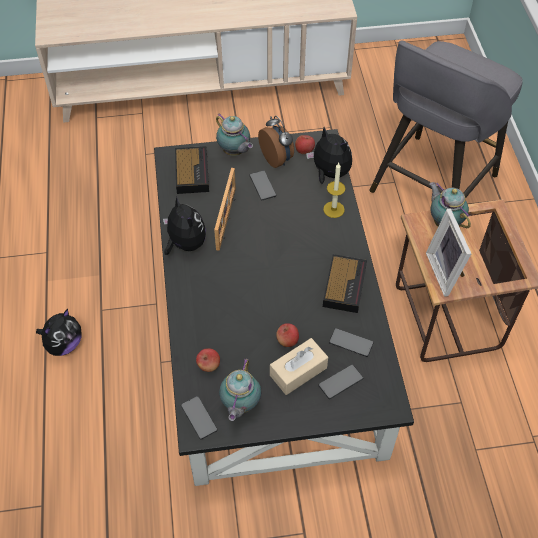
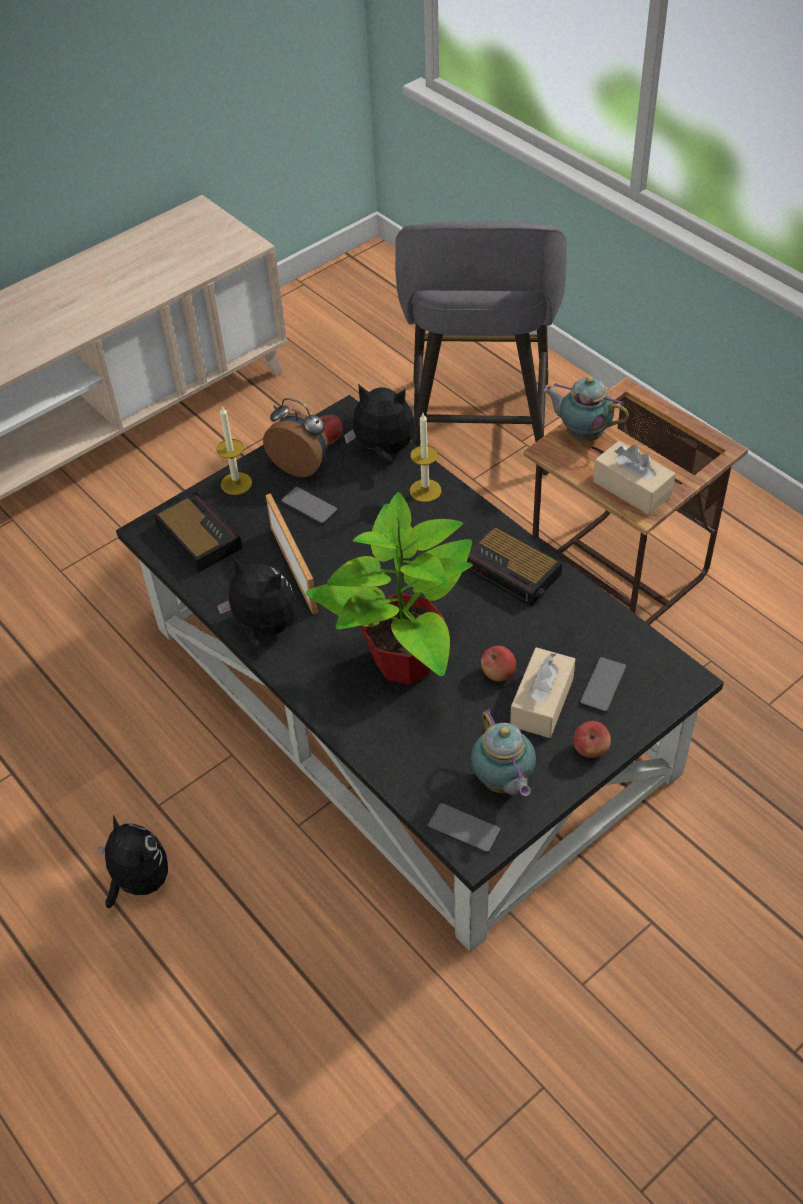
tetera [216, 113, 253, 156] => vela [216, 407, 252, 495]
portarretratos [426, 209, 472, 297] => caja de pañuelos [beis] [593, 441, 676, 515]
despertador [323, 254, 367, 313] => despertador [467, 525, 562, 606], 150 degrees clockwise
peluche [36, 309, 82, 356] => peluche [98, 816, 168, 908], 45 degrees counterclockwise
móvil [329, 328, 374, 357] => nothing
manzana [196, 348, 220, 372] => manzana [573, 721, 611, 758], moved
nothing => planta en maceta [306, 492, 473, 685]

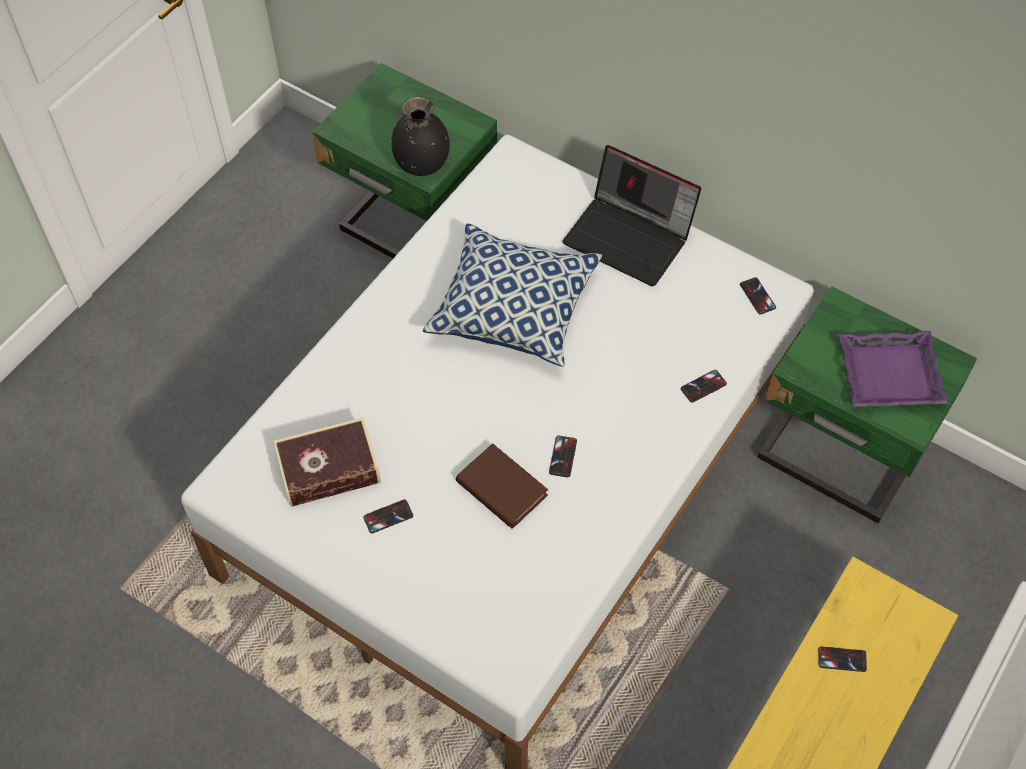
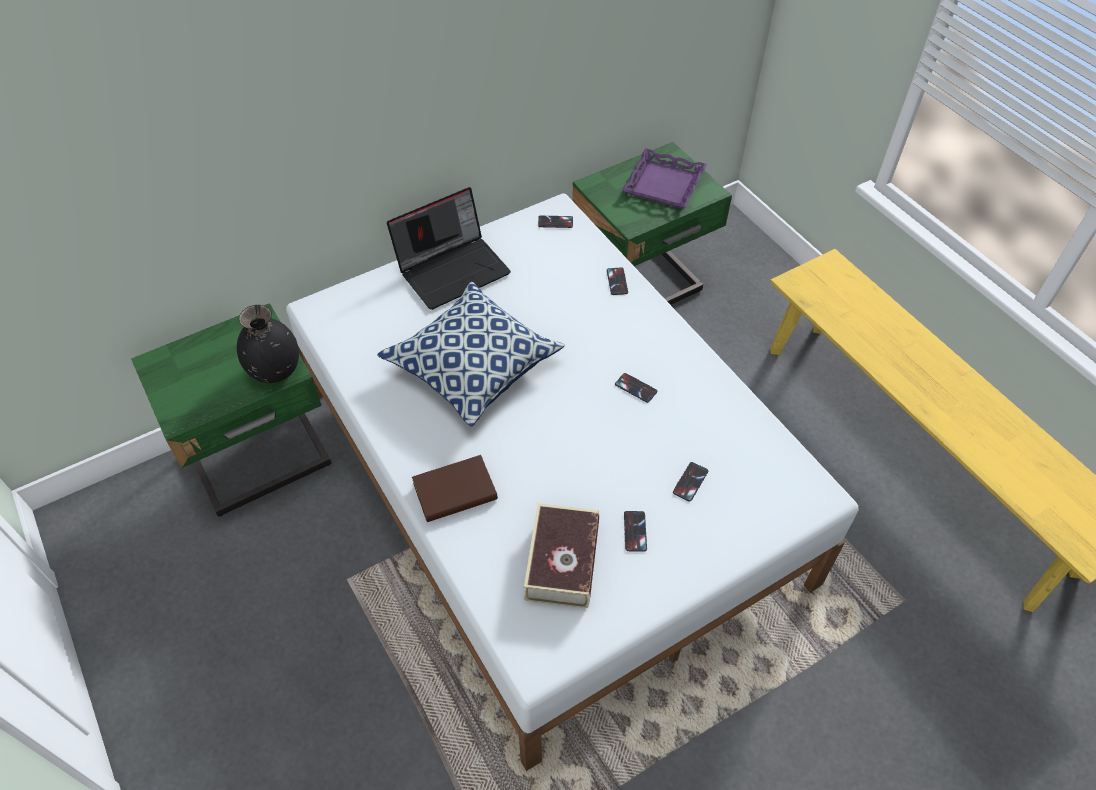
libro [marrón] [456, 443, 548, 529] => libro [marrón] [412, 455, 498, 522], moved
móvil [818, 646, 867, 672] => móvil [673, 462, 708, 502], moved

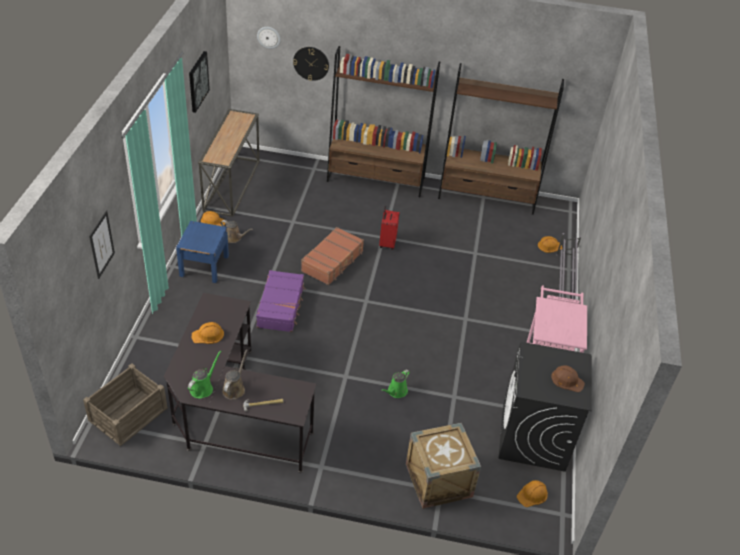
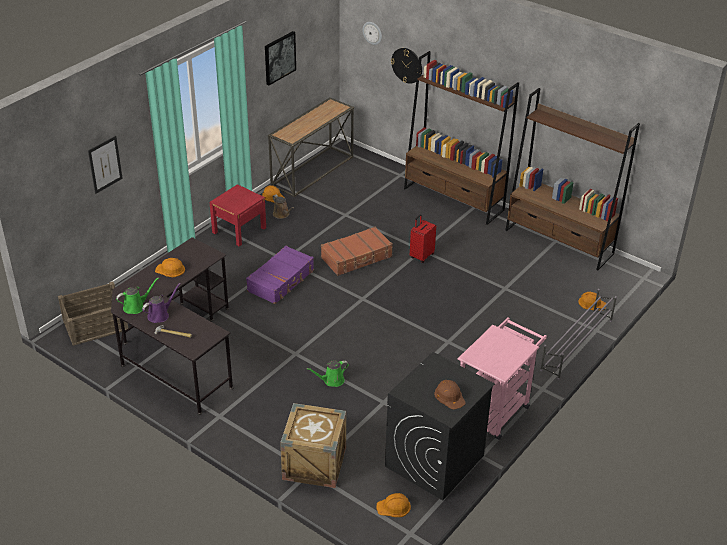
mesita de noche [azul] [176, 221, 229, 283] => mesita de noche [rojo] [210, 184, 266, 247]
regadera [marrón] [222, 349, 247, 400] => regadera [morado] [142, 283, 181, 323]

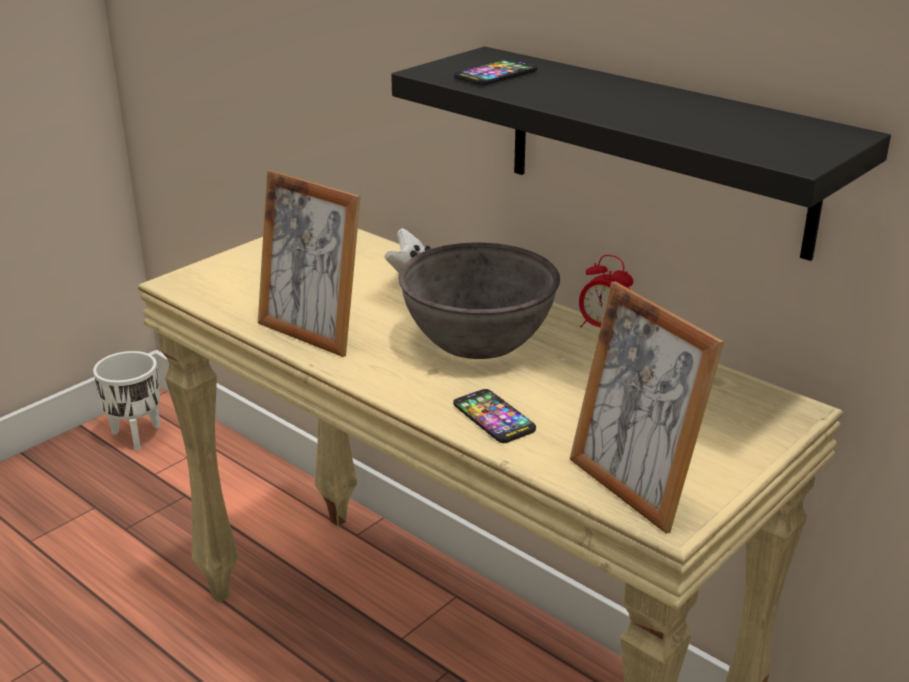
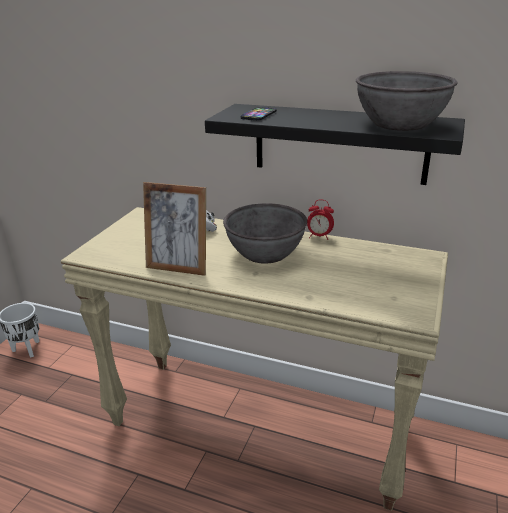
portarretratos [570, 282, 724, 534] => nothing
móvil [453, 389, 536, 443] => nothing
nothing => cuenco [gris] [356, 71, 458, 131]

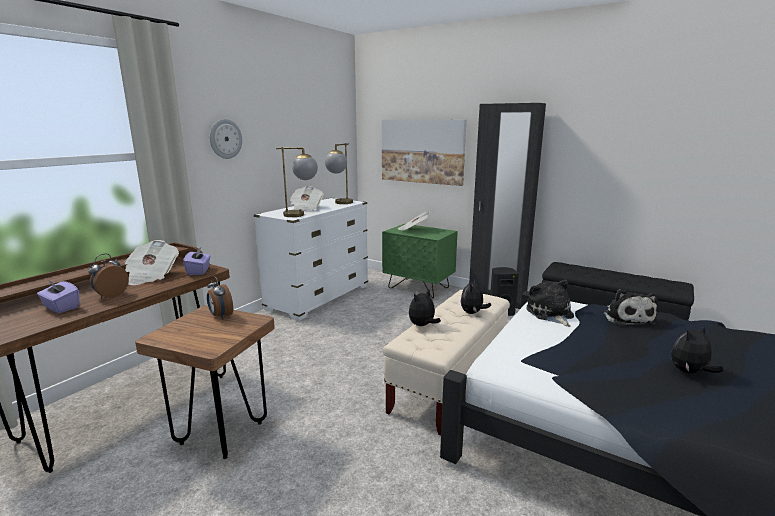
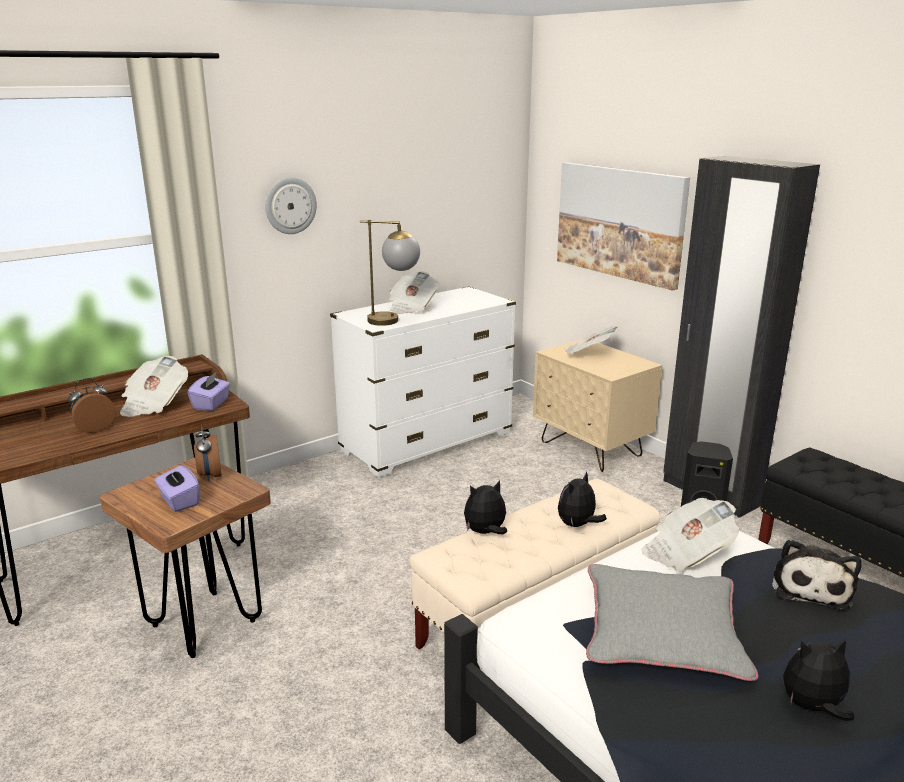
lámpara de mesa [325, 143, 353, 204] => nothing
mesita de noche [verde] [382, 224, 458, 298] => mesita de noche [beis] [533, 339, 662, 472]
caja de pañuelos [morado] [37, 280, 79, 313] => caja de pañuelos [morado] [154, 465, 200, 512], moved
peluche [527, 280, 574, 327] => periódico [642, 498, 739, 572]
nothing => cojín [gris] [586, 564, 758, 681]

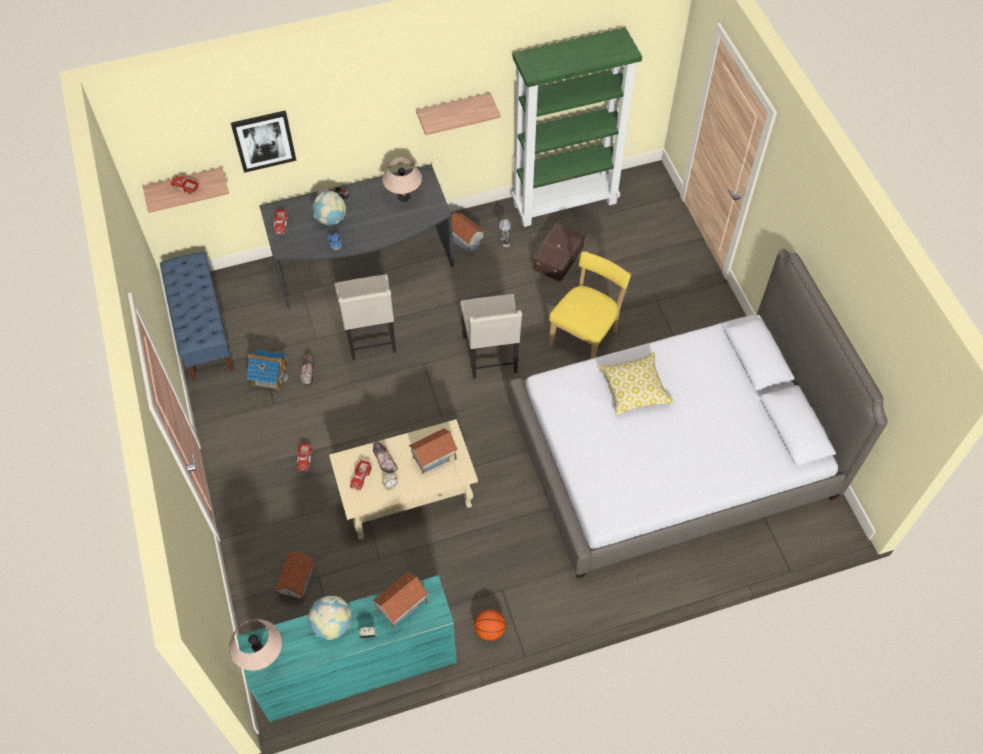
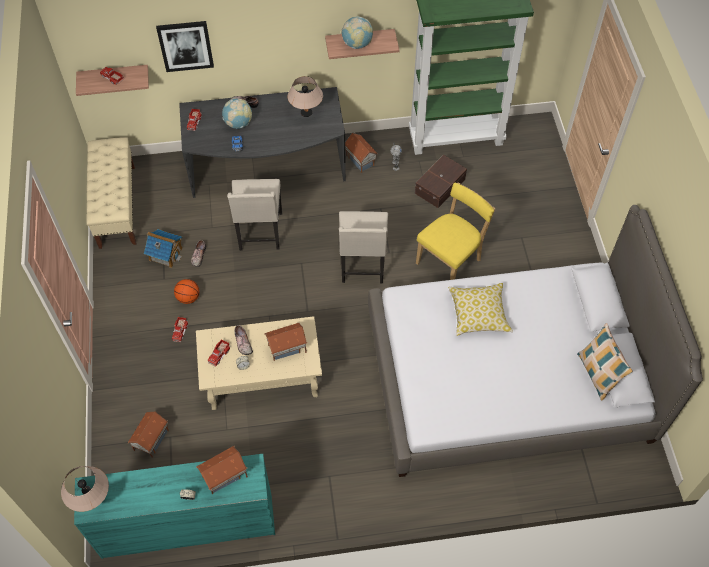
banco [azul] [160, 252, 234, 381] => banco [beis] [86, 137, 136, 249]
globo terráqueo [308, 596, 352, 640] => globo terráqueo [341, 16, 373, 49], moved
balón de baloncesto [474, 609, 506, 641] => balón de baloncesto [174, 279, 200, 304], moved
nothing => cojín [577, 323, 633, 401]

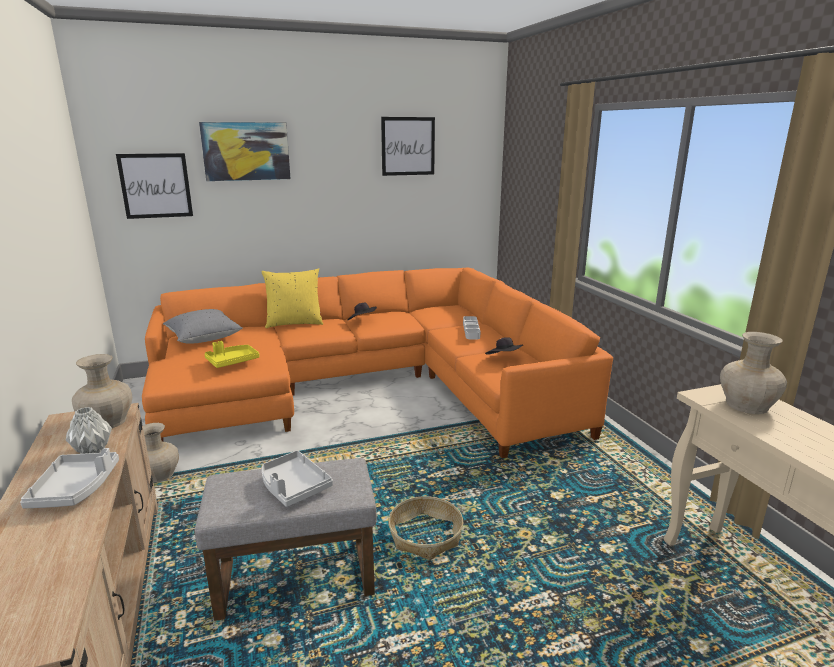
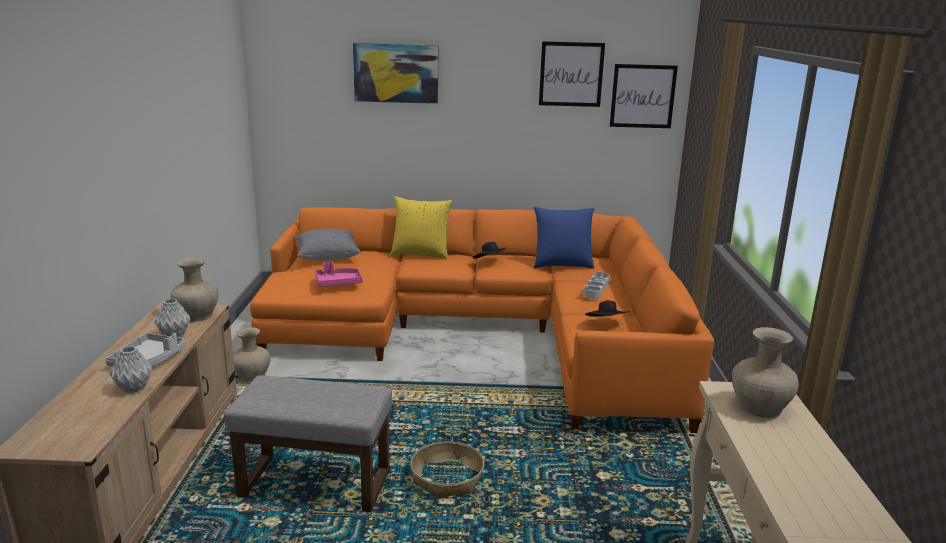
cuadro [116, 153, 193, 219] => cuadro [610, 64, 678, 128], moved
bandeja [amarillo] [204, 341, 260, 368] => bandeja [rosa] [315, 261, 363, 287]
bandeja [gris] [262, 450, 333, 507] => nothing
nothing => cojín [azul] [533, 207, 594, 269]
nothing => florero [gris] [110, 346, 152, 393]

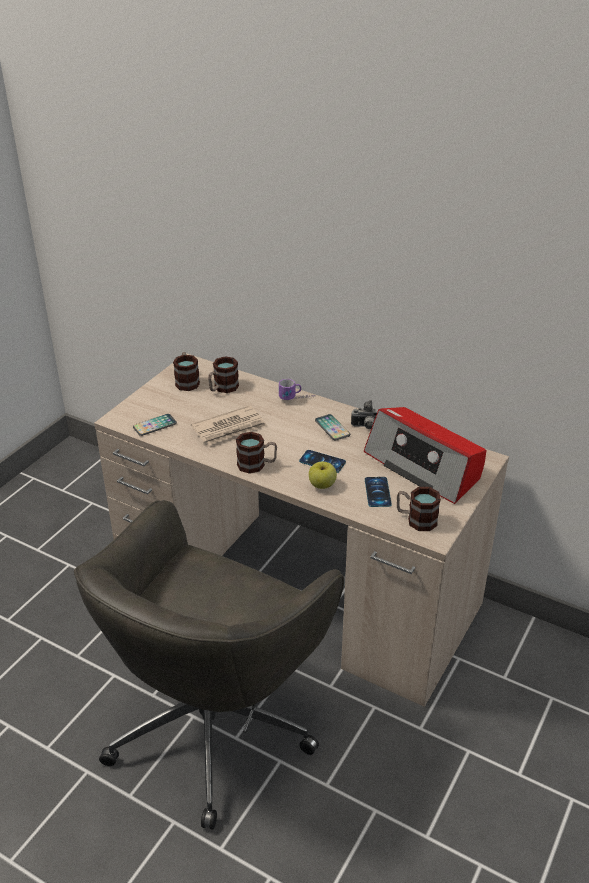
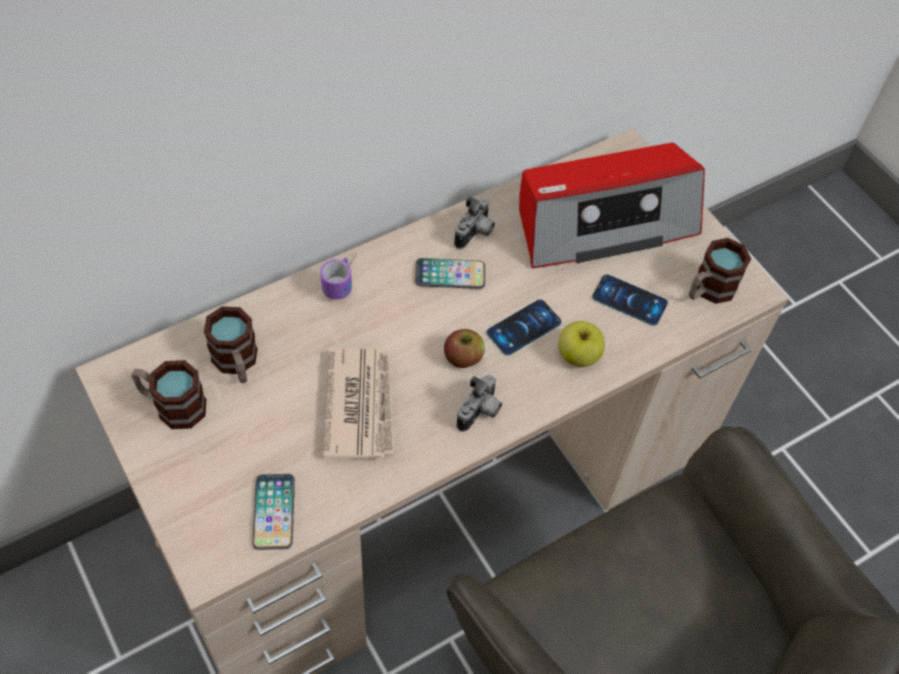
taza grande [236, 432, 277, 474] => cámara [456, 375, 502, 431]
nothing => manzana [444, 329, 485, 368]

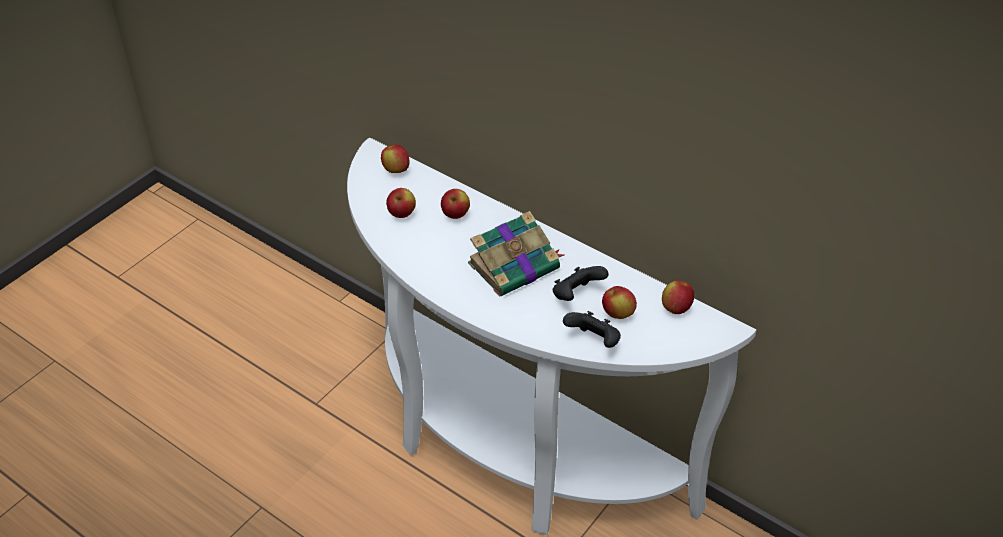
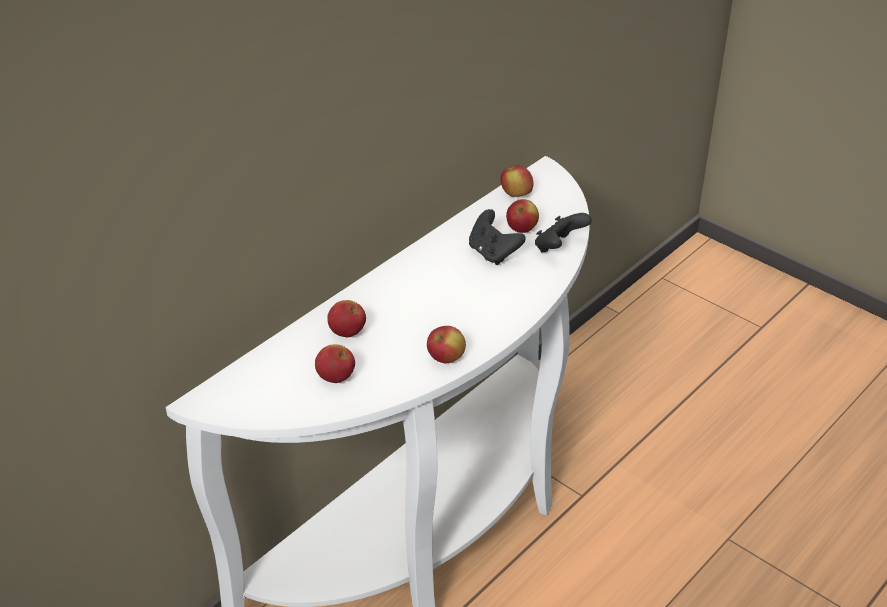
manzana [381, 144, 409, 173] => manzana [427, 326, 466, 363], moved
libro [468, 211, 564, 297] => nothing

